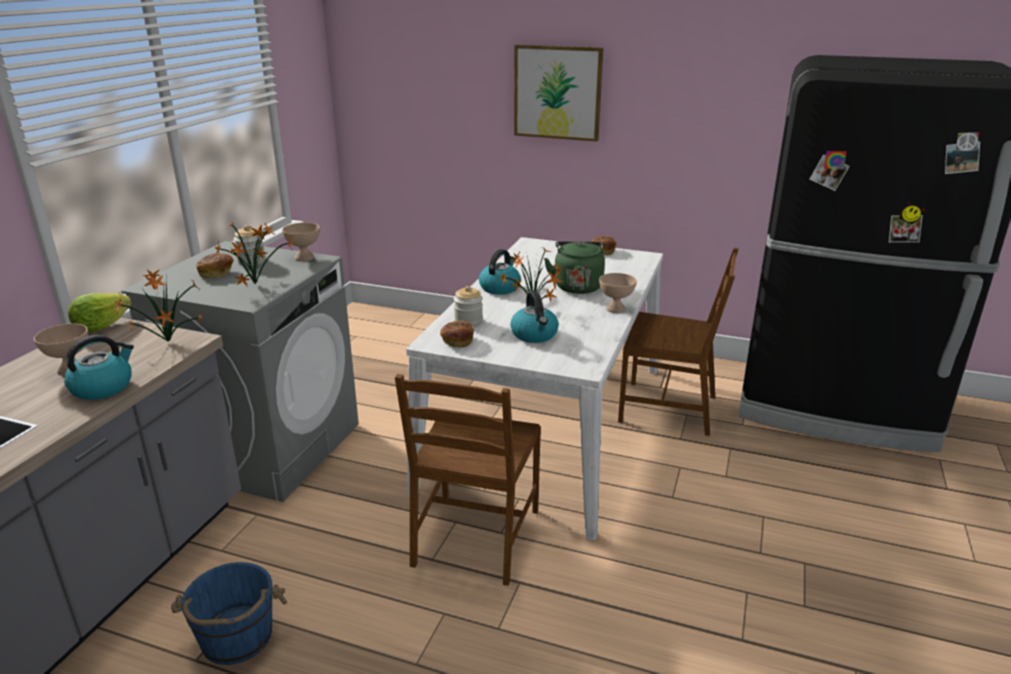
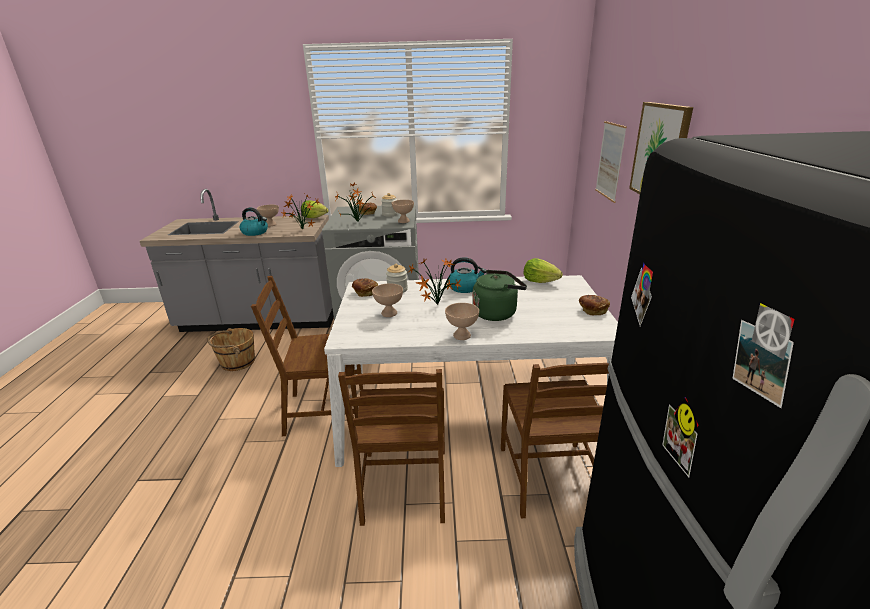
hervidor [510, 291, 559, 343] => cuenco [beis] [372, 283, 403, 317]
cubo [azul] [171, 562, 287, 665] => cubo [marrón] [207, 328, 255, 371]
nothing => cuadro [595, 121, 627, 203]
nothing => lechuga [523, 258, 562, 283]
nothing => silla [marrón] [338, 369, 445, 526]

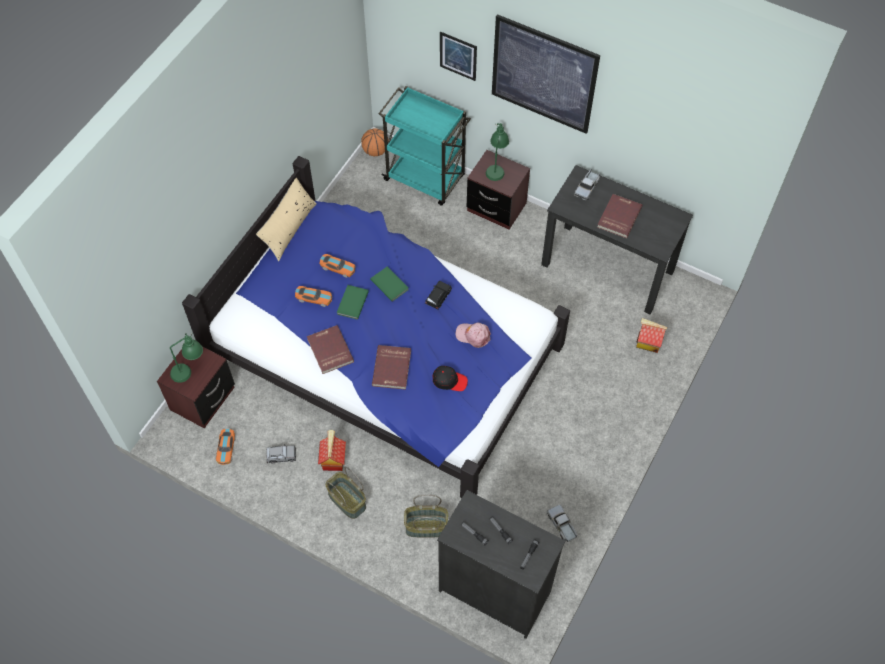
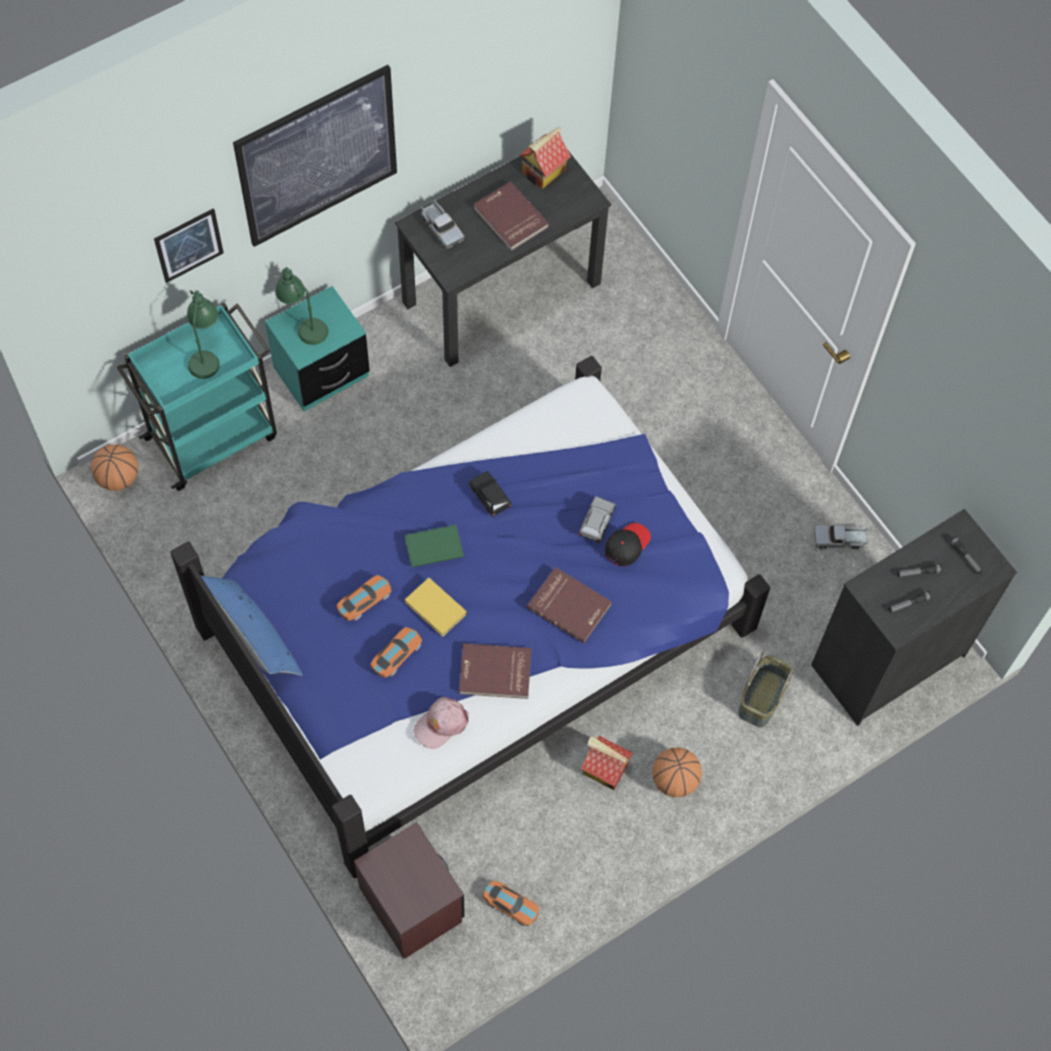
mesita de noche [marrón] [467, 150, 530, 230] => mesita de noche [turquesa] [265, 286, 370, 411]
cojín [beis] [256, 178, 317, 261] => cojín [azul] [201, 575, 303, 676]
libro [verde] [337, 285, 369, 320] => libro [amarillo] [405, 578, 467, 637]
casita [636, 318, 668, 353] => casita [520, 127, 571, 189], moved
gorra [rosa] [456, 323, 491, 348] => gorra [rosa] [414, 697, 469, 749], moved
lámpara de mesa [verde] [170, 333, 203, 383] => lámpara de mesa [verde] [187, 290, 220, 379], moved
coche de juguete [gris] [266, 444, 296, 463] => coche de juguete [gris] [578, 496, 616, 543], moved
cesta [325, 467, 366, 519] => balón de baloncesto [652, 747, 702, 797]

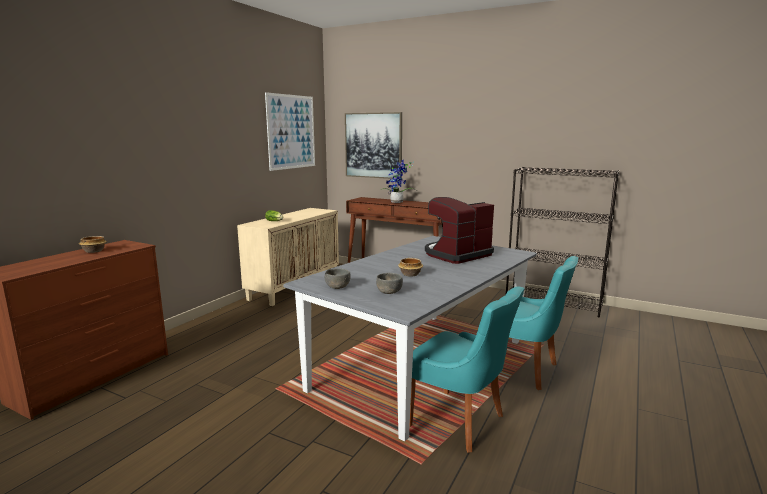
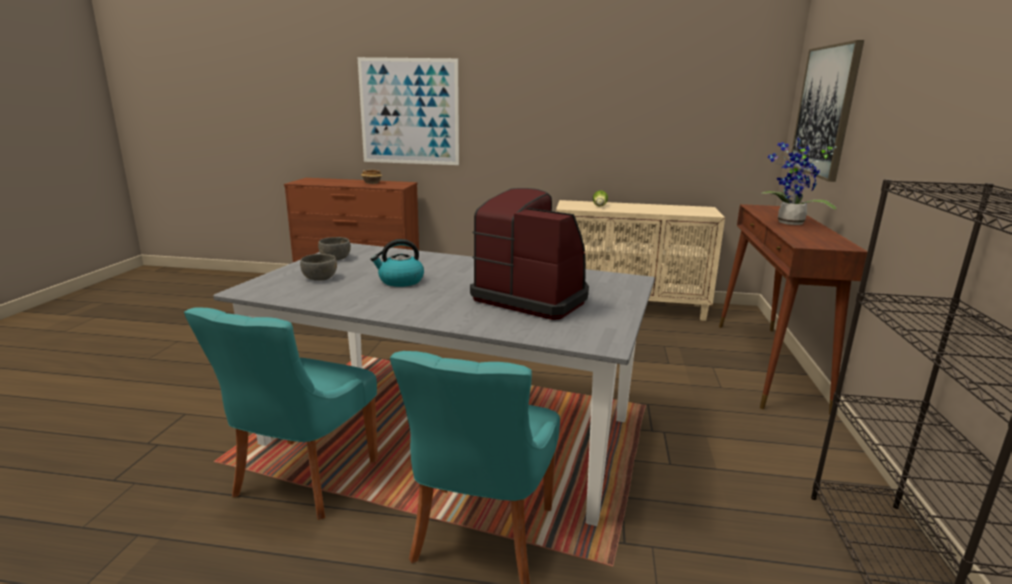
cuadro [265, 92, 315, 171] => cuadro [358, 57, 459, 165], moved
cuenco [398, 258, 423, 277] => hervidor [370, 239, 424, 287]

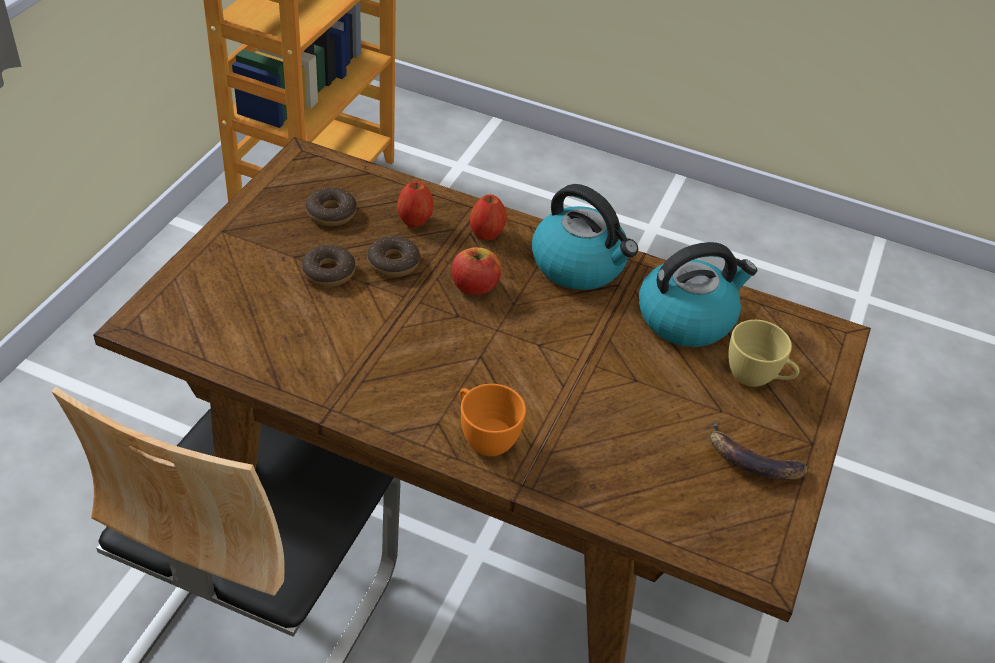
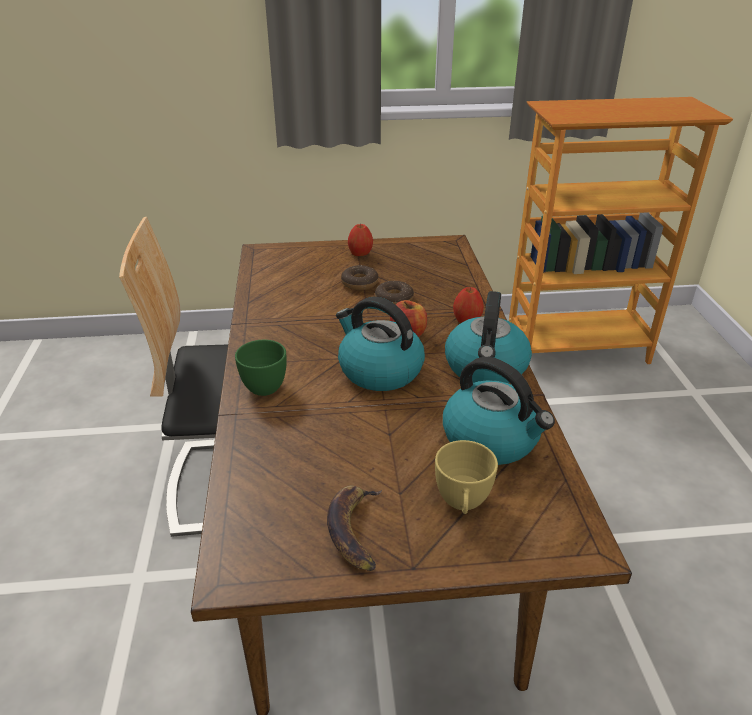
manzana [397, 181, 434, 227] => manzana [348, 224, 373, 256], moved
rosquilla [306, 187, 357, 226] => nothing
taza [naranja] [460, 384, 526, 456] => taza [verde] [235, 340, 287, 396]
nothing => hervidor [336, 297, 425, 391]

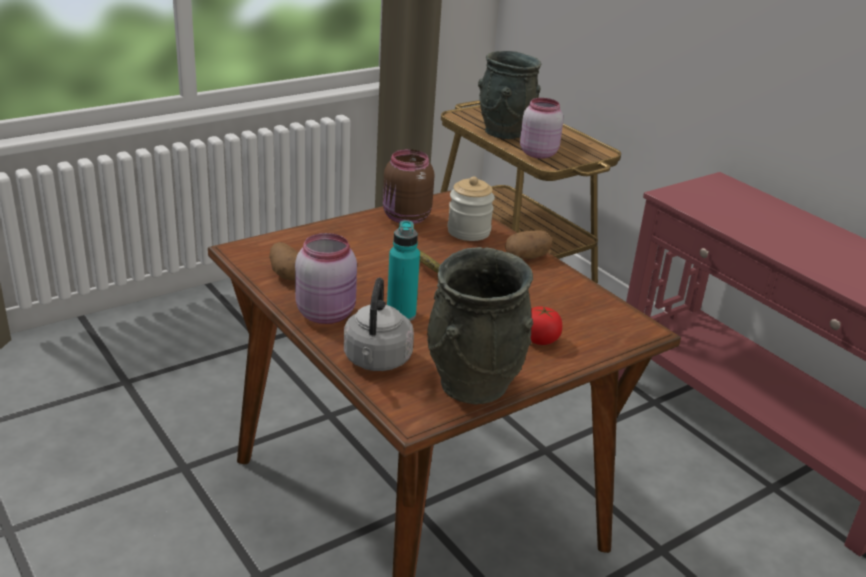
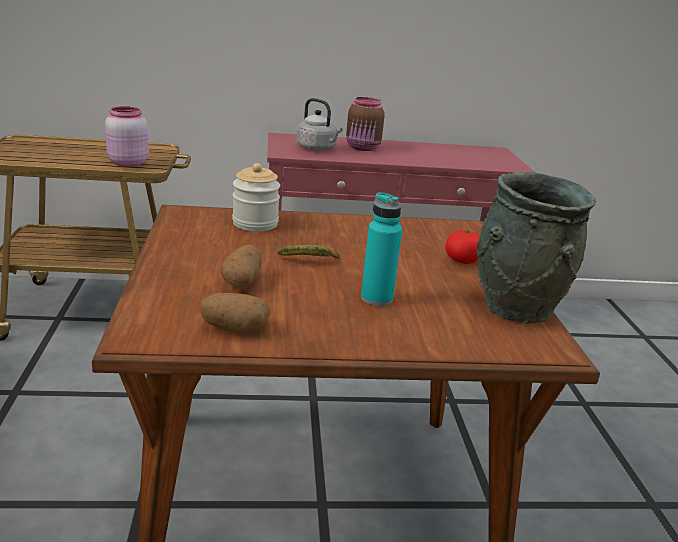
florero [gris] [478, 51, 541, 139] => nothing
tarro [marrón] [383, 149, 434, 224] => tarro [marrón] [346, 97, 385, 151], moved
patata [505, 230, 552, 259] => patata [221, 244, 262, 288], moved
tarro [rosa] [295, 233, 357, 324] => nothing
hervidor [gris] [344, 278, 414, 371] => hervidor [gris] [297, 98, 343, 151], moved

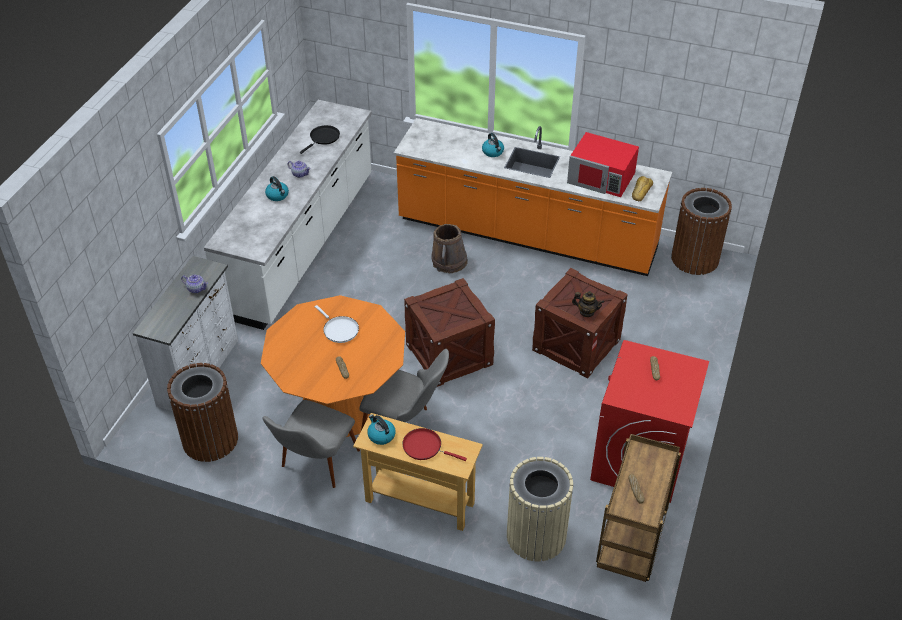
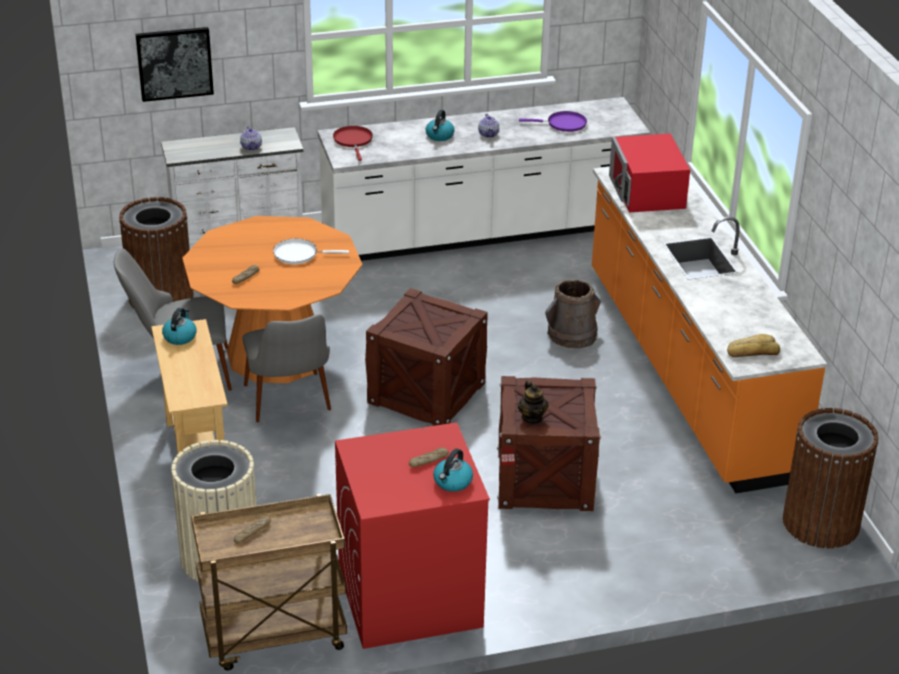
sartén [negro] [300, 125, 340, 154] => sartén [morado] [519, 111, 587, 132]
microondas [rojo] [567, 132, 639, 197] => microondas [rojo] [609, 134, 690, 212], moved
hervidor [482, 133, 504, 157] => hervidor [433, 449, 473, 492], moved
sartén [blanco] [315, 305, 359, 343] => sartén [blanco] [273, 239, 349, 264], 75 degrees clockwise
sartén [rojo] [402, 428, 467, 461] => sartén [rojo] [333, 126, 373, 161], moved
nothing => cuadro [135, 27, 214, 102]

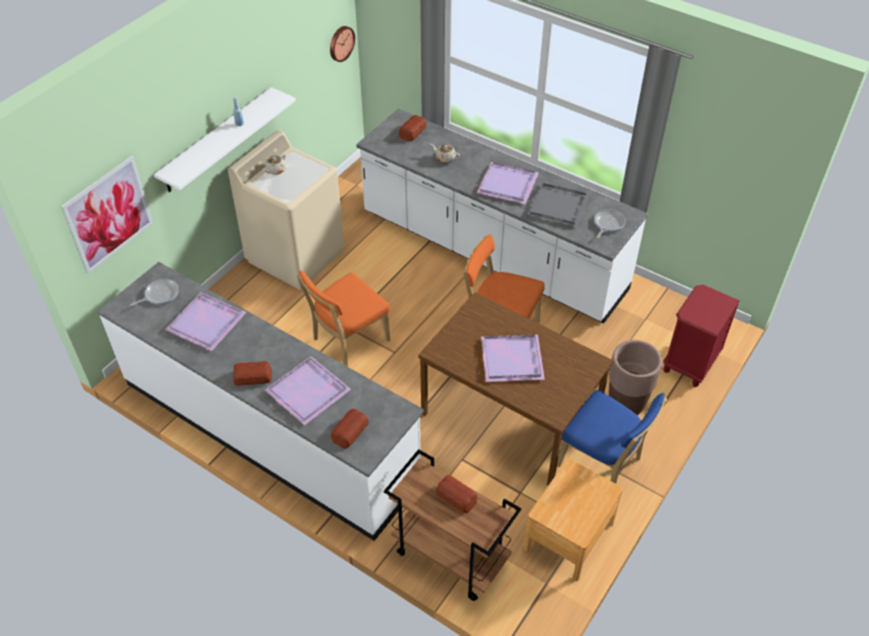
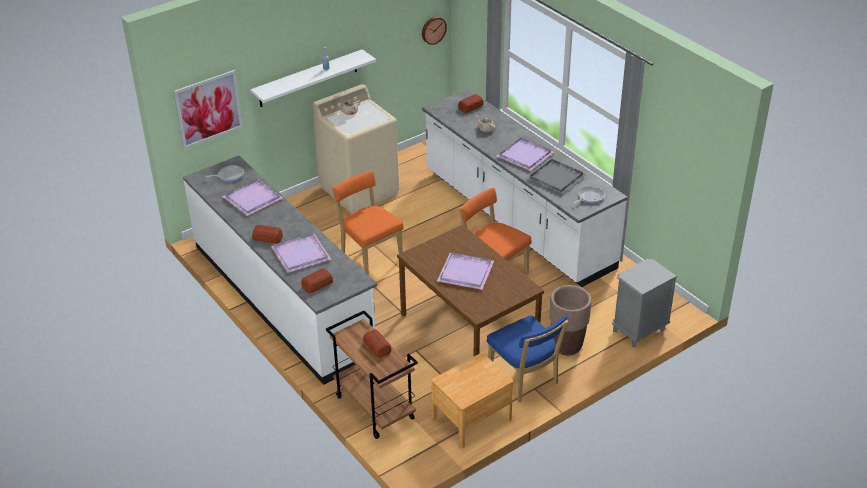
silla [naranja] [297, 270, 390, 367] => silla [naranja] [332, 171, 404, 275], 75 degrees clockwise
mesita de noche [rojo] [663, 285, 740, 387] => mesita de noche [gris] [612, 259, 677, 347]

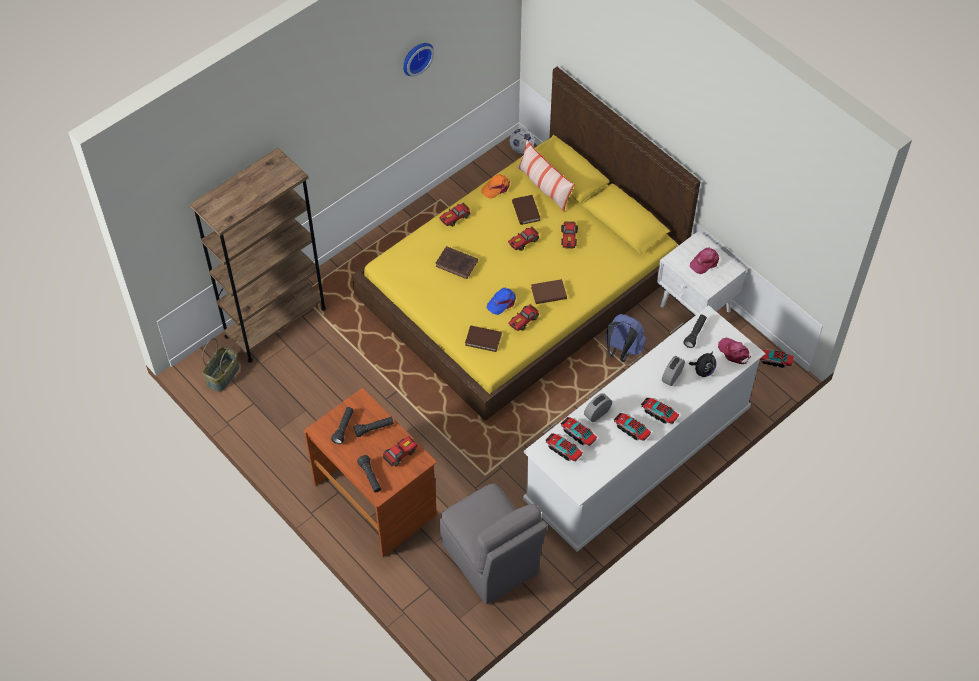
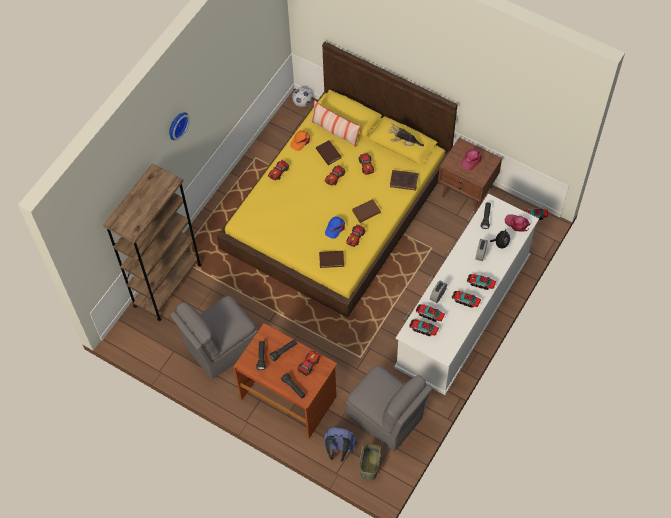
reloj de pared [403, 43, 434, 77] => reloj de pared [169, 112, 190, 140], moved
mesita de noche [blanco] [657, 231, 746, 315] => mesita de noche [marrón] [438, 138, 502, 213]
libro [marrón] [435, 246, 478, 279] => libro [marrón] [390, 170, 418, 190], moved
mochila [azul] [605, 314, 646, 362] => mochila [azul] [324, 427, 356, 462], moved
cesta [202, 338, 239, 392] => cesta [360, 442, 381, 480], moved
nothing => peluche [388, 123, 424, 146]
nothing => silla [gris] [170, 296, 257, 379]

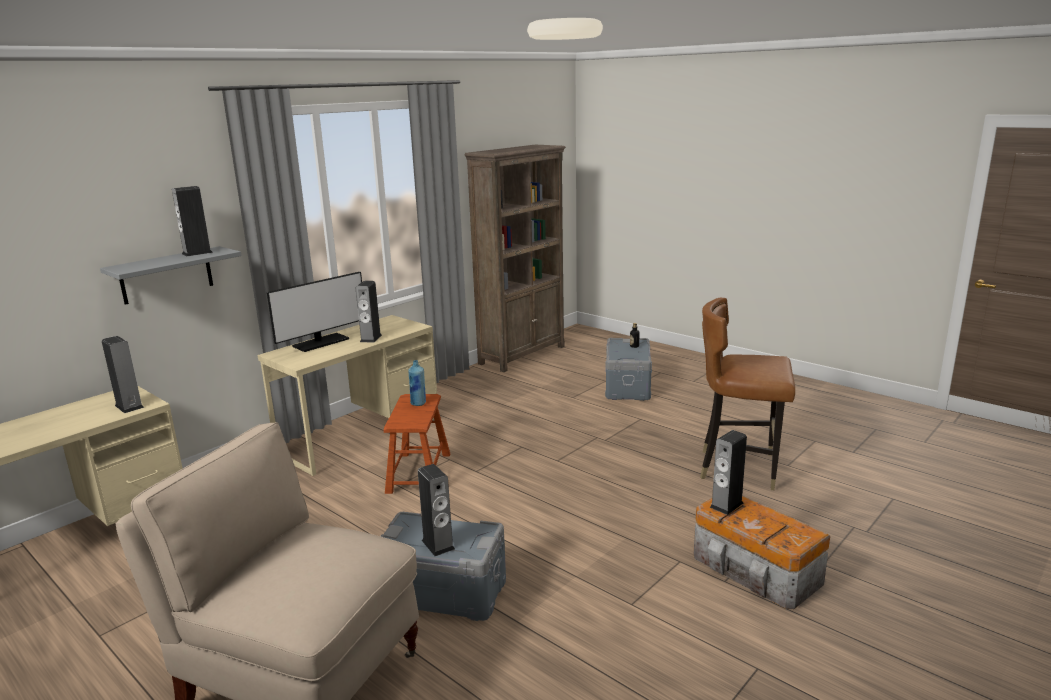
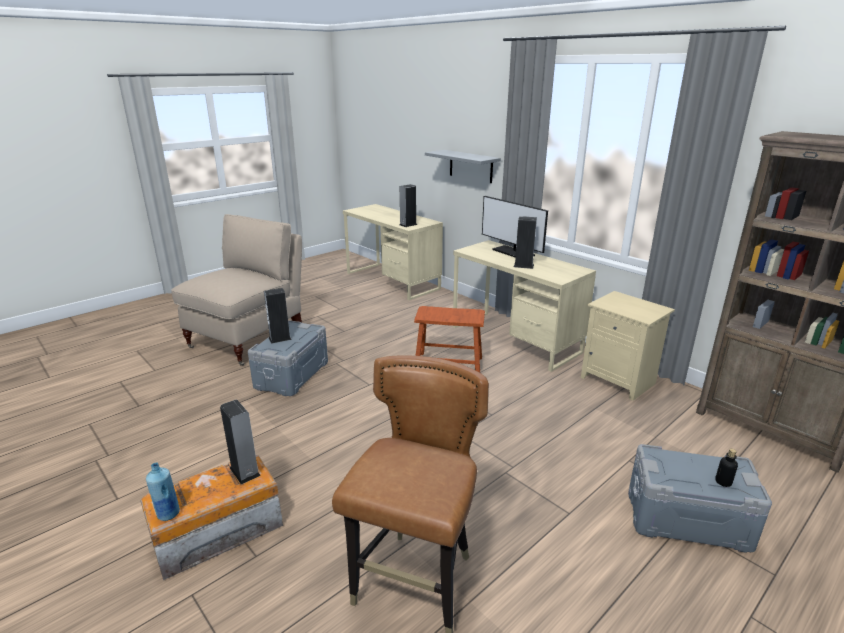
altavoz [172, 186, 213, 257] => nothing
botella [azul] [408, 360, 426, 406] => botella [azul] [146, 462, 180, 521], moved
nothing => mesita de noche [beis] [581, 291, 675, 401]

